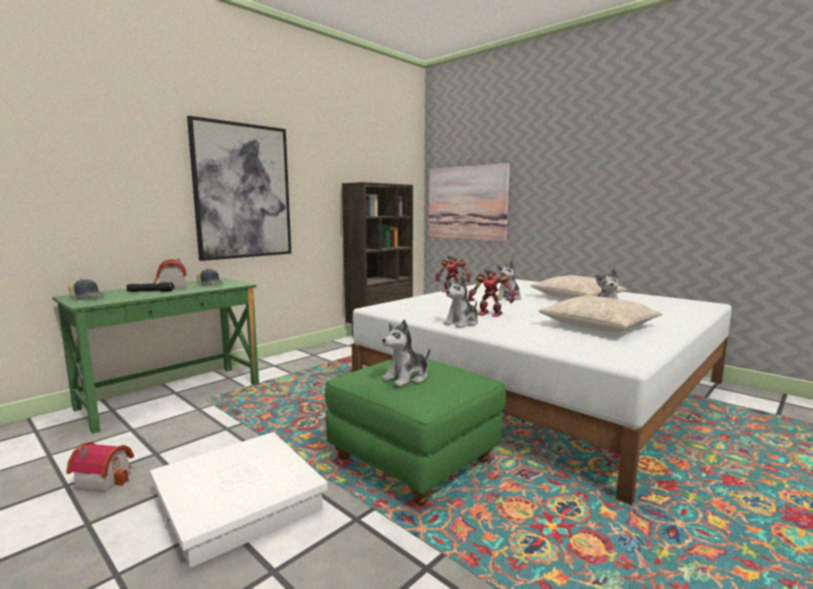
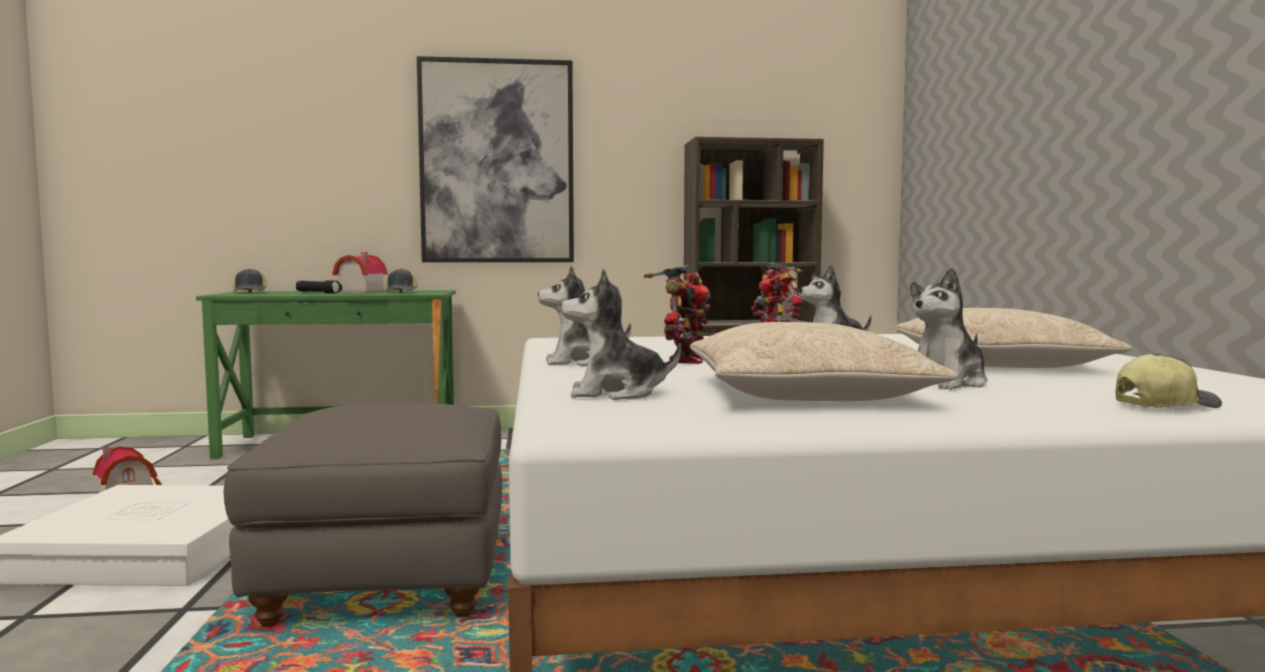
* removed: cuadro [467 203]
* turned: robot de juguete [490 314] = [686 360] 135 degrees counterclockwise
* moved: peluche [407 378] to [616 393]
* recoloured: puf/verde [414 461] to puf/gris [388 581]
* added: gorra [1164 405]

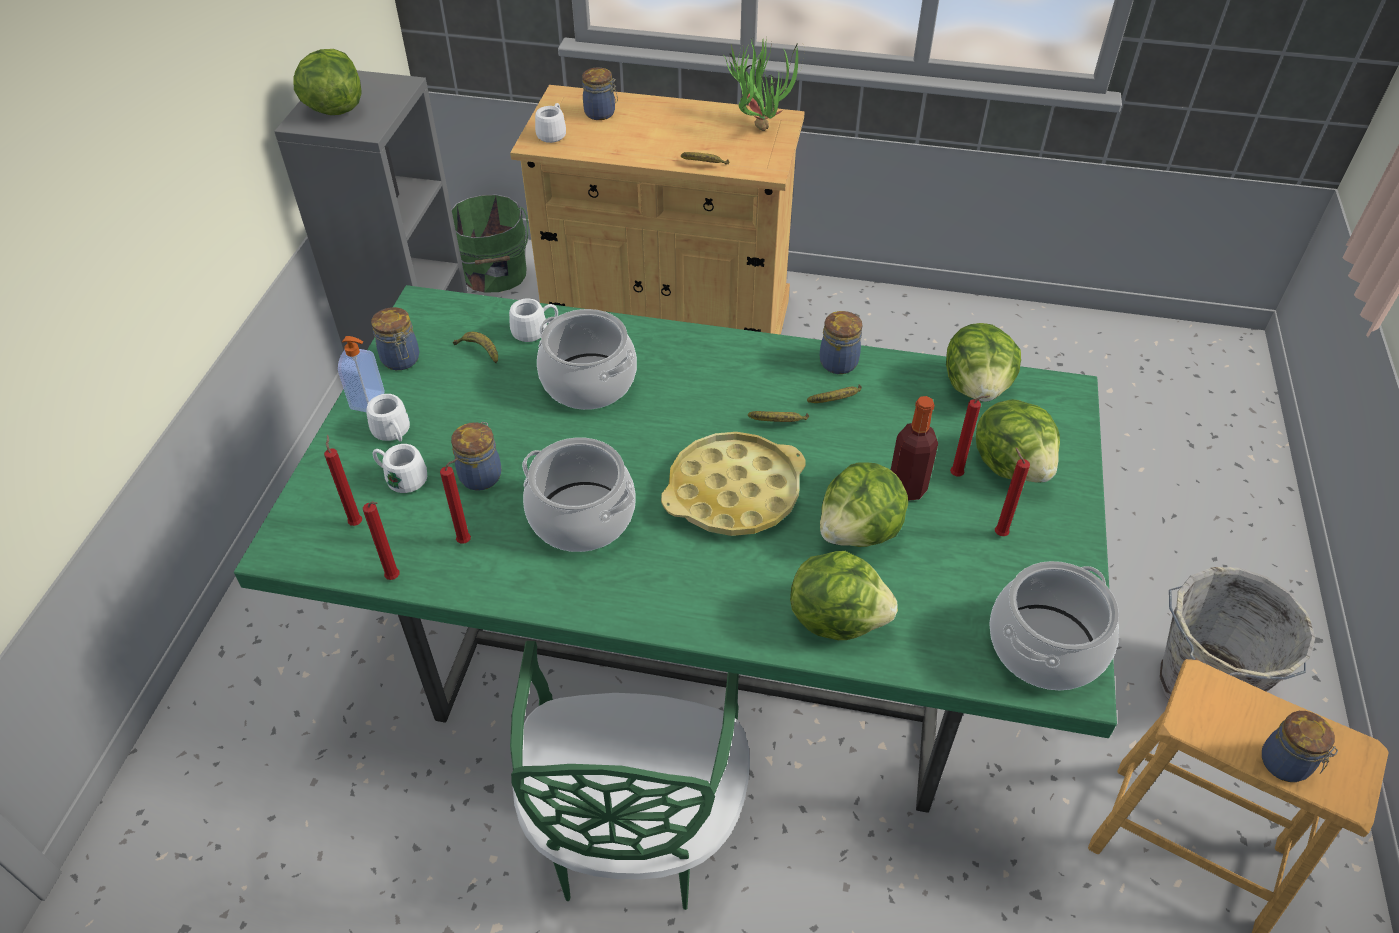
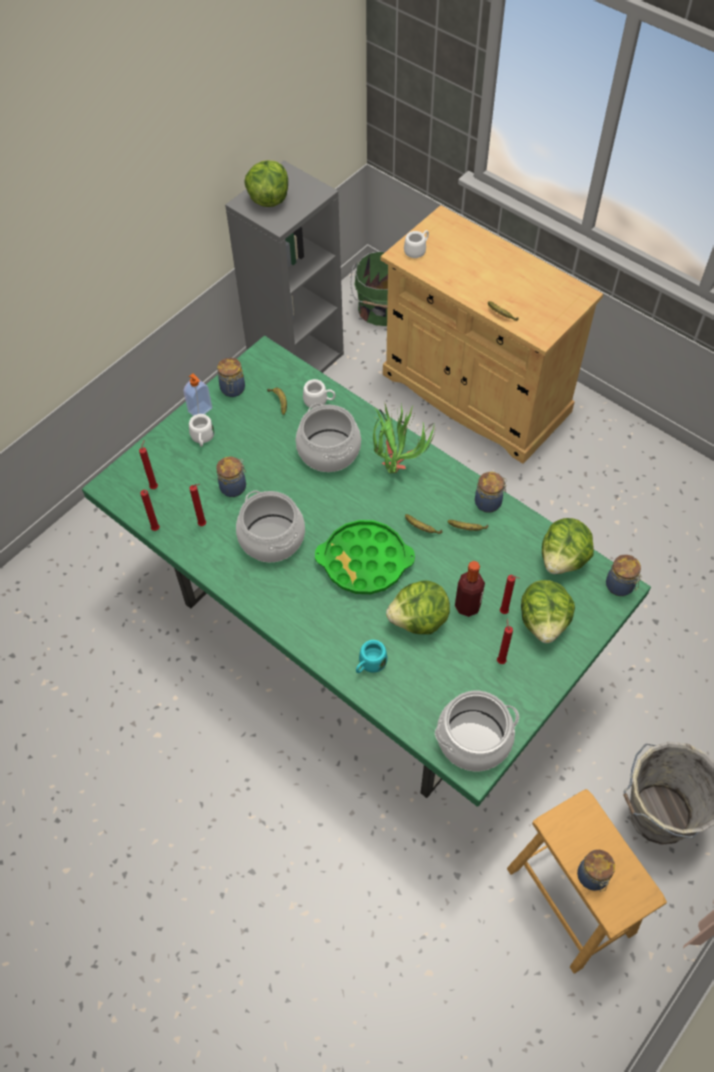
* moved: planta en maceta [760 123] to [397 463]
* moved: tarro [601 113] to [620 586]
* recoloured: bandeja/amarillo [734 492] to bandeja/verde [365 562]
* removed: taza grande/blanco [401 478]
* replaced: lechuga [836 617] to taza grande/turquesa [369 664]
* removed: silla/verde [633 830]

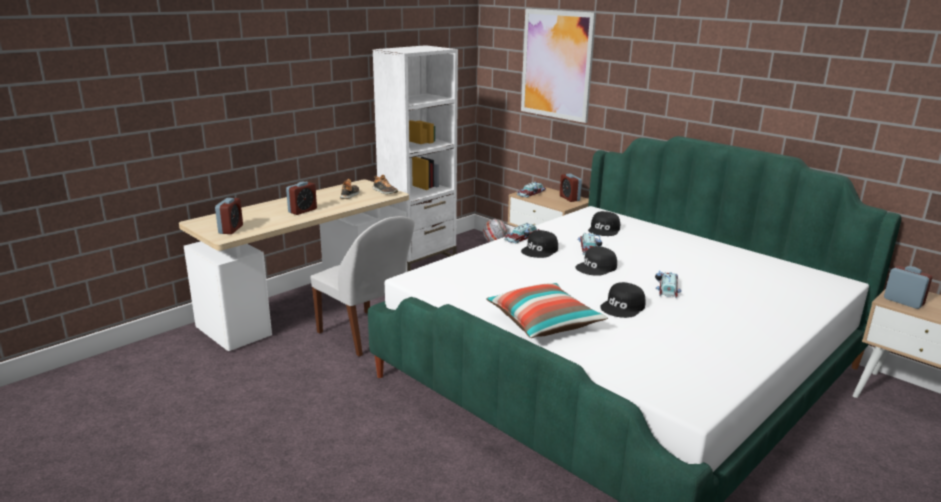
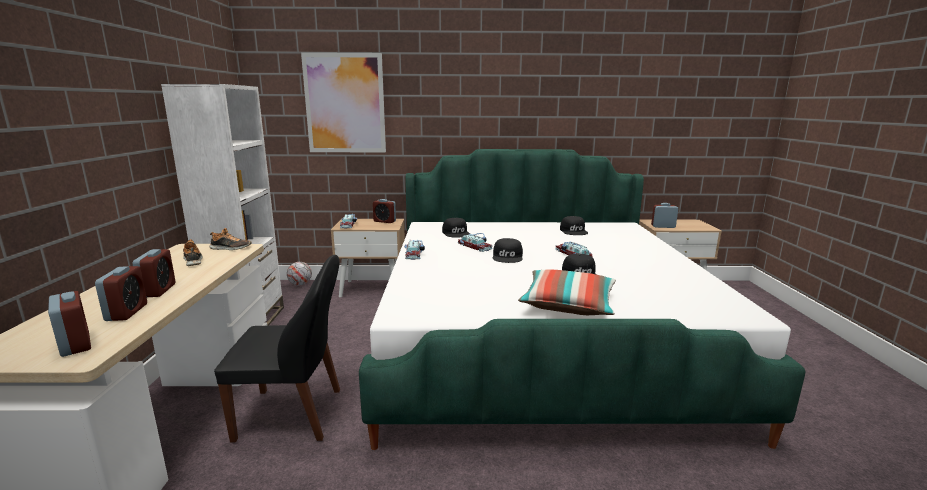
* recoloured: silla/blanco [365 334] to silla/negro [293 414]
* moved: gorra/negro [540 250] to [574 231]
* added: despertador [127 312]

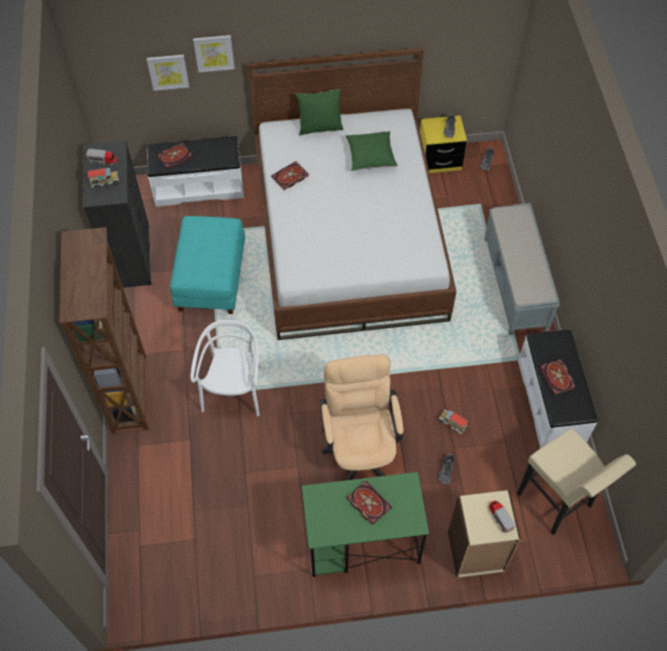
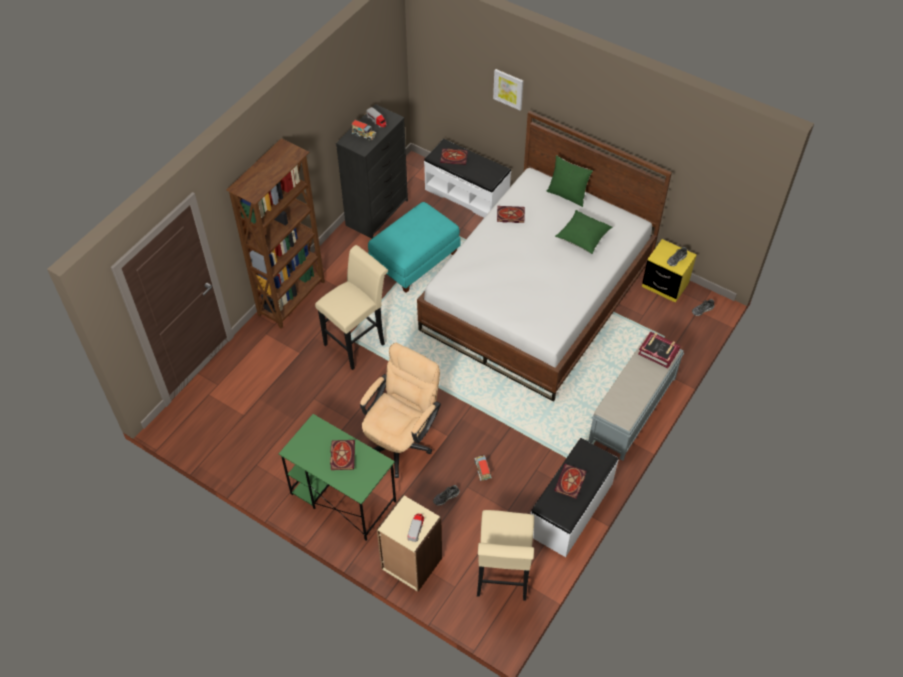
* removed: cuadro [168 71]
* replaced: silla/blanco [233 390] to taburete/beis [358 342]
* added: libro [658 352]

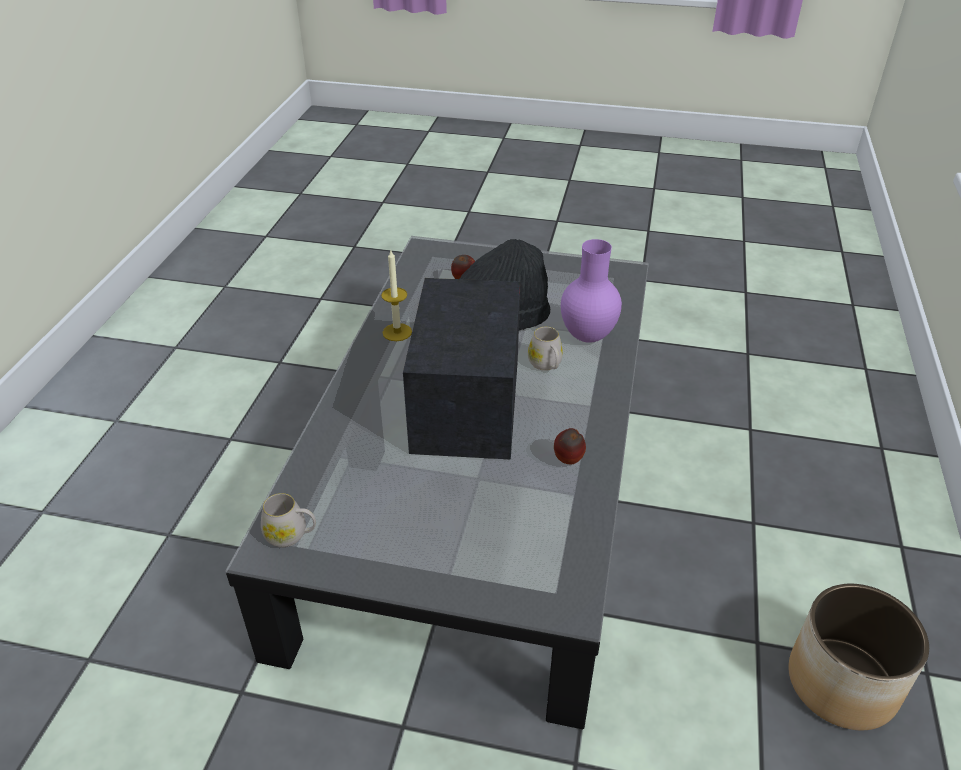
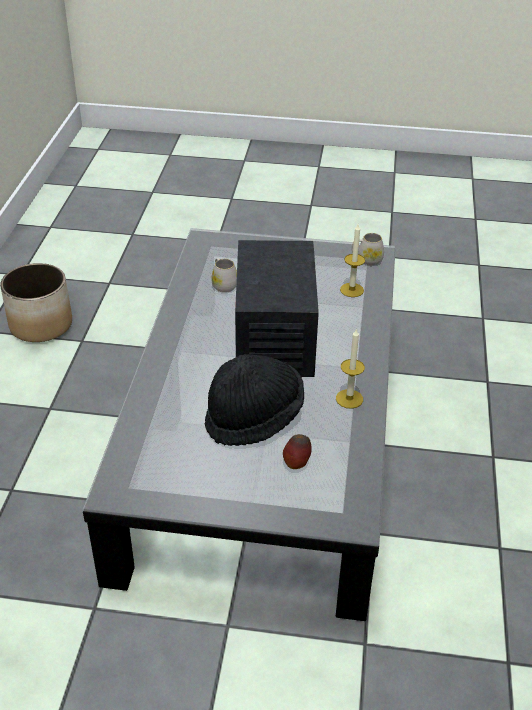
* removed: florero/morado [589 336]
* moved: taza grande/blanco [546 365] to [223 284]
* removed: manzana [568 461]
* added: vela [352 290]

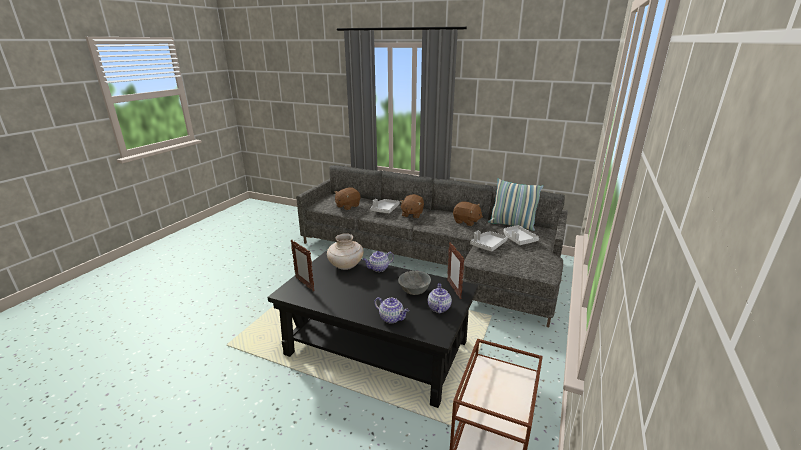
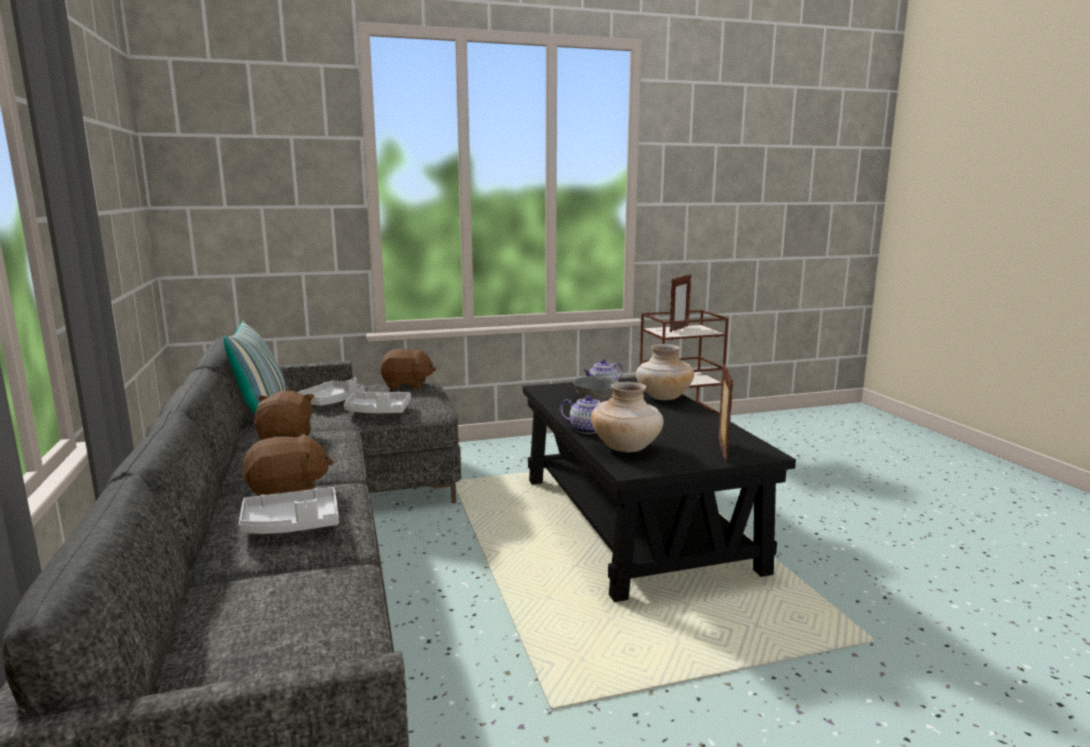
* moved: peluche/marrón [347 206] to [407 385]
* moved: portarretratos [454 289] to [678 329]
* replaced: tetera [392 318] to florero/beis [663 397]

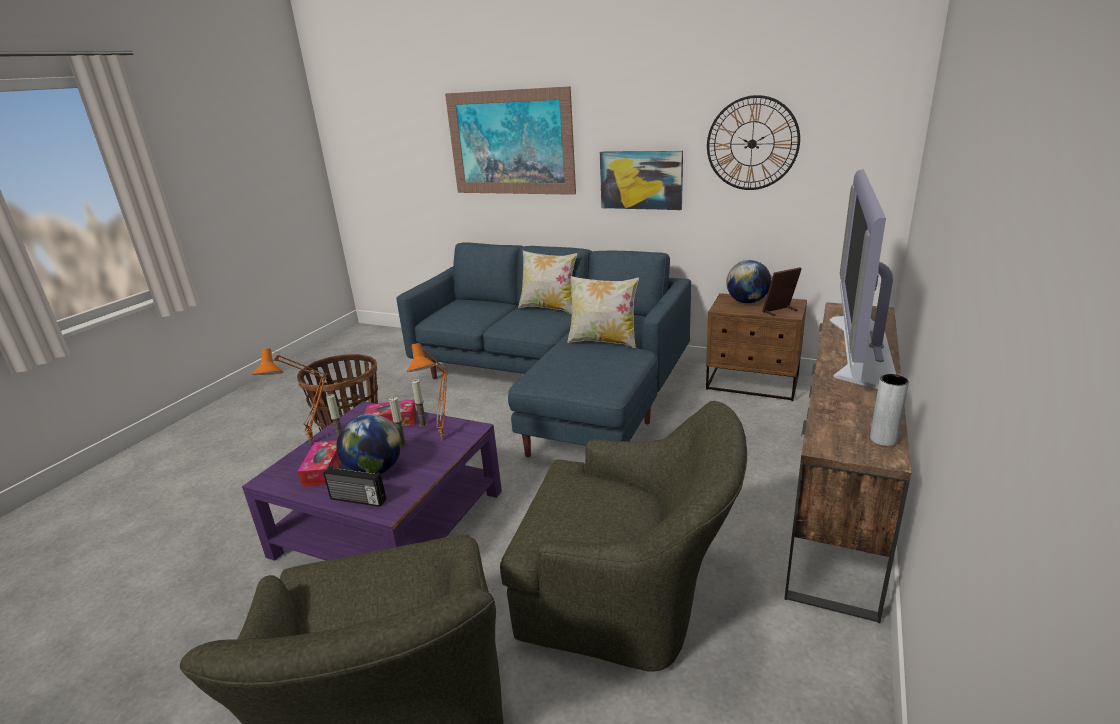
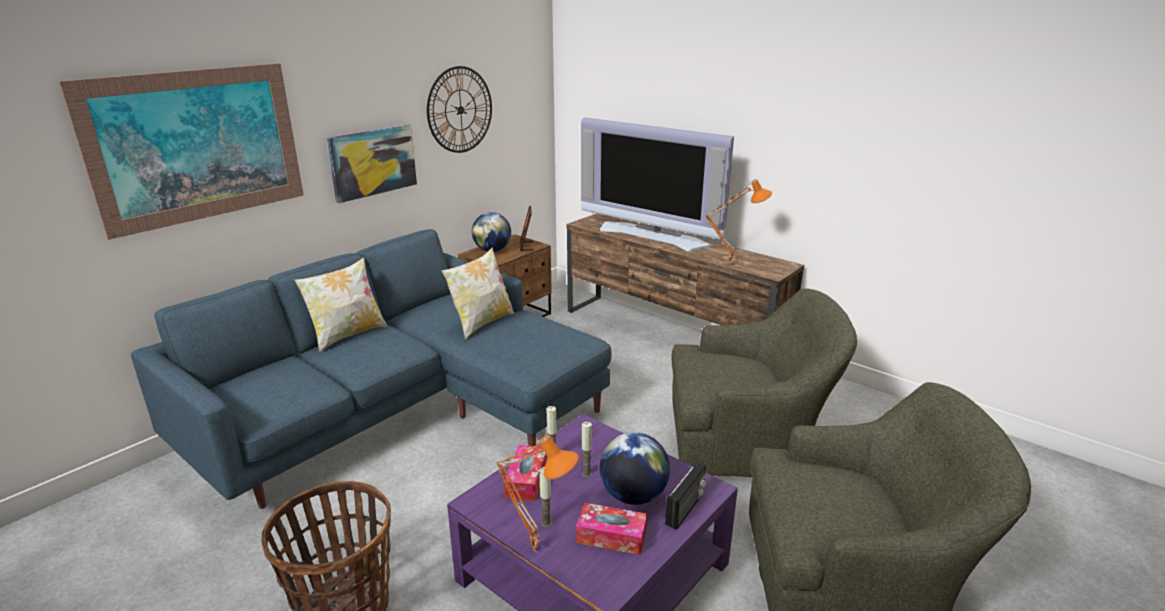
* moved: lámpara de mesa/naranja [444 439] to [732 264]
* removed: florero/gris [883 439]
* turned: sillón/verde [629 596] = [748 440] 60 degrees clockwise

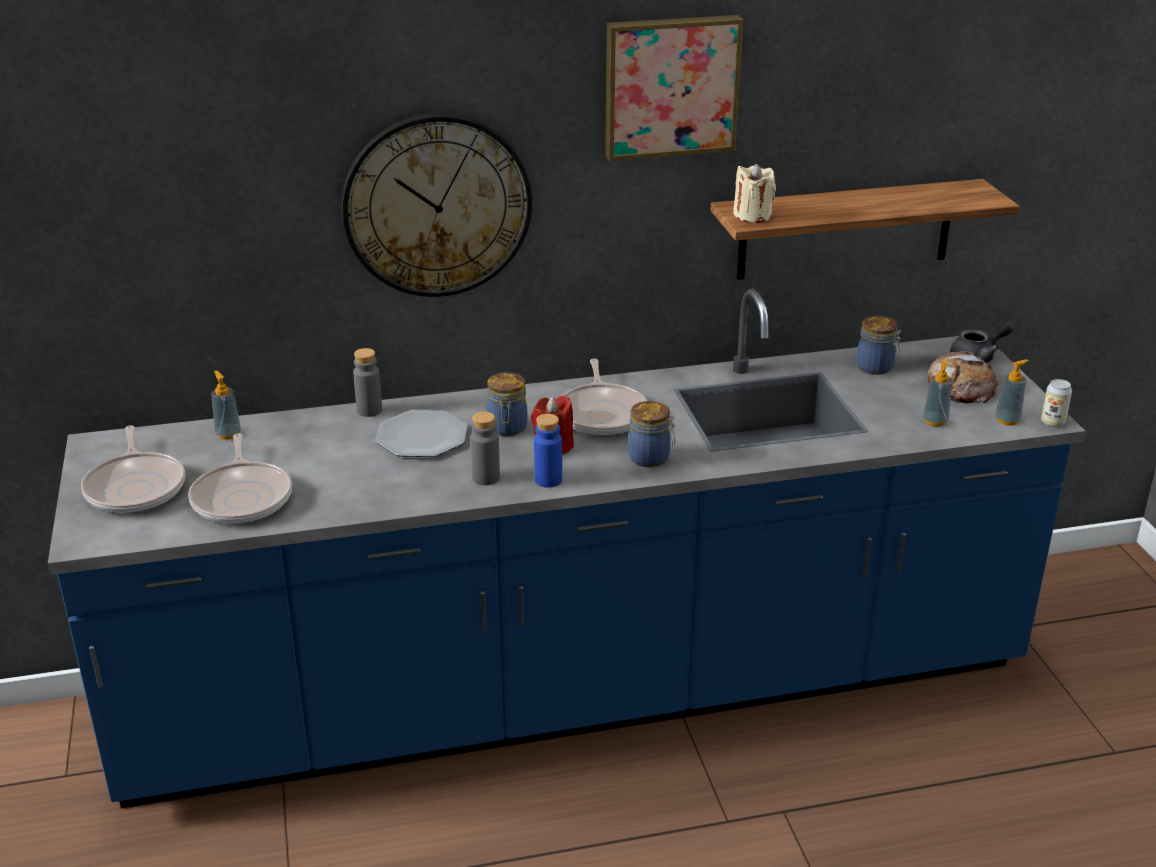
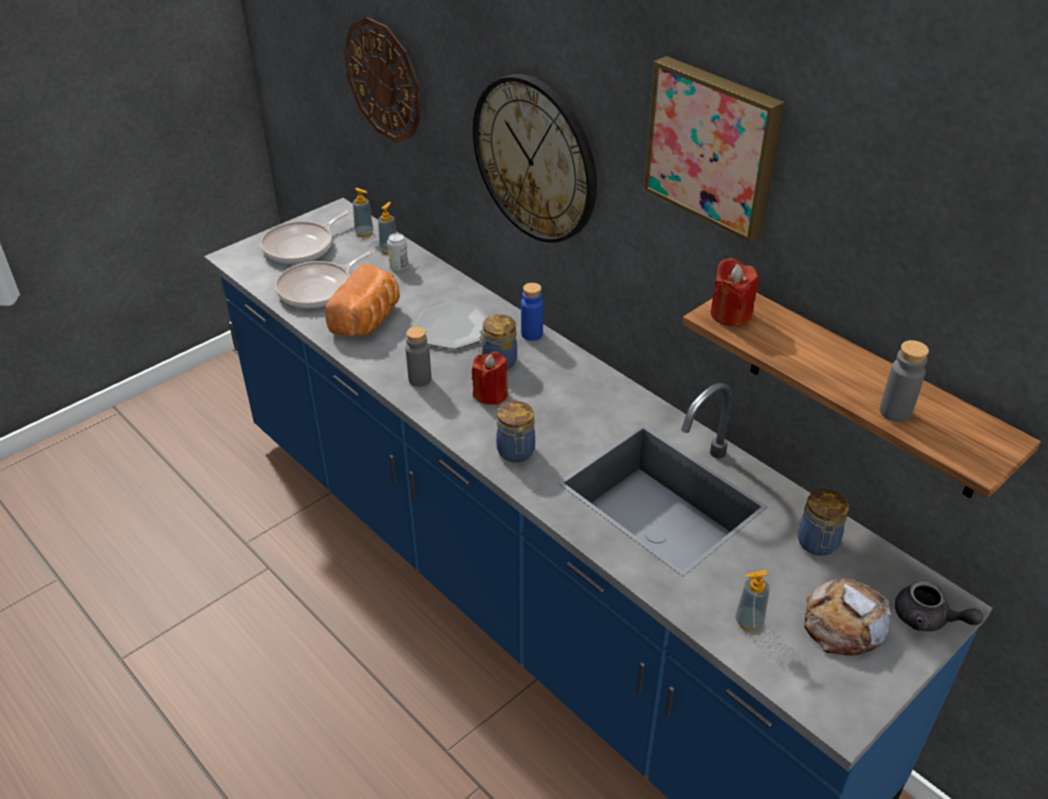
* recoloured: vela/beis [752 216] to vela/rojo [730 314]
* moved: botella/gris [369 410] to [895 412]
* removed: sartén [602 414]
* moved: dispensador de jabón [1007 420] to [364 233]
* moved: lata [1052 422] to [399 266]
* moved: botella/azul [548 480] to [532 334]
* added: reloj de pared [384 80]
* added: pan [368 320]

